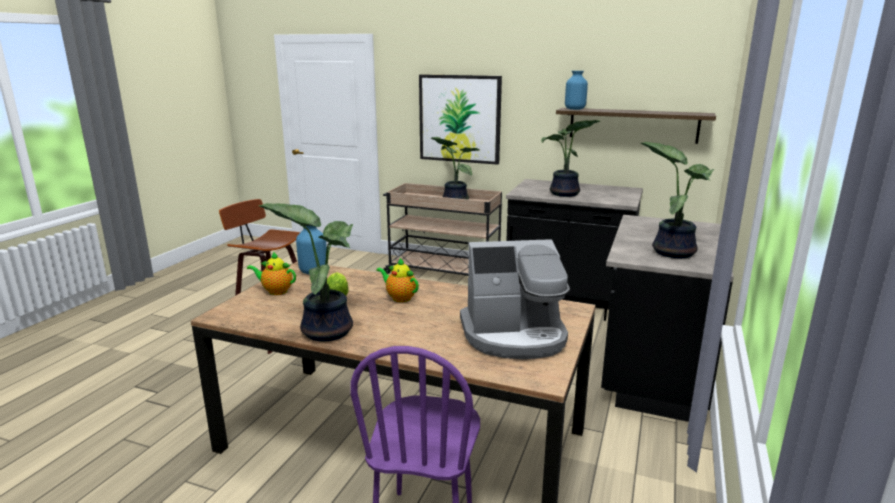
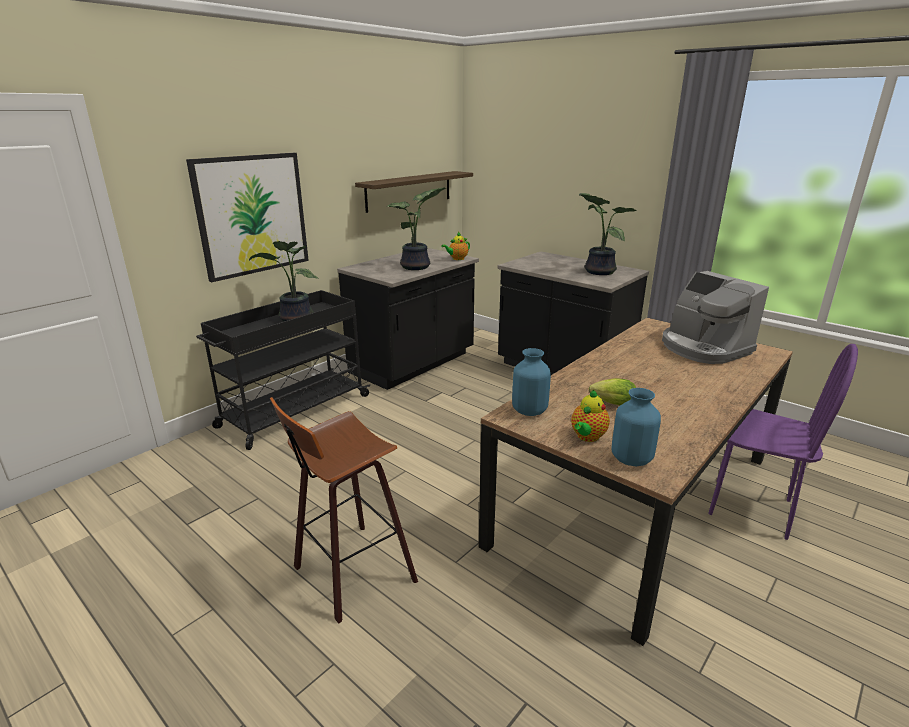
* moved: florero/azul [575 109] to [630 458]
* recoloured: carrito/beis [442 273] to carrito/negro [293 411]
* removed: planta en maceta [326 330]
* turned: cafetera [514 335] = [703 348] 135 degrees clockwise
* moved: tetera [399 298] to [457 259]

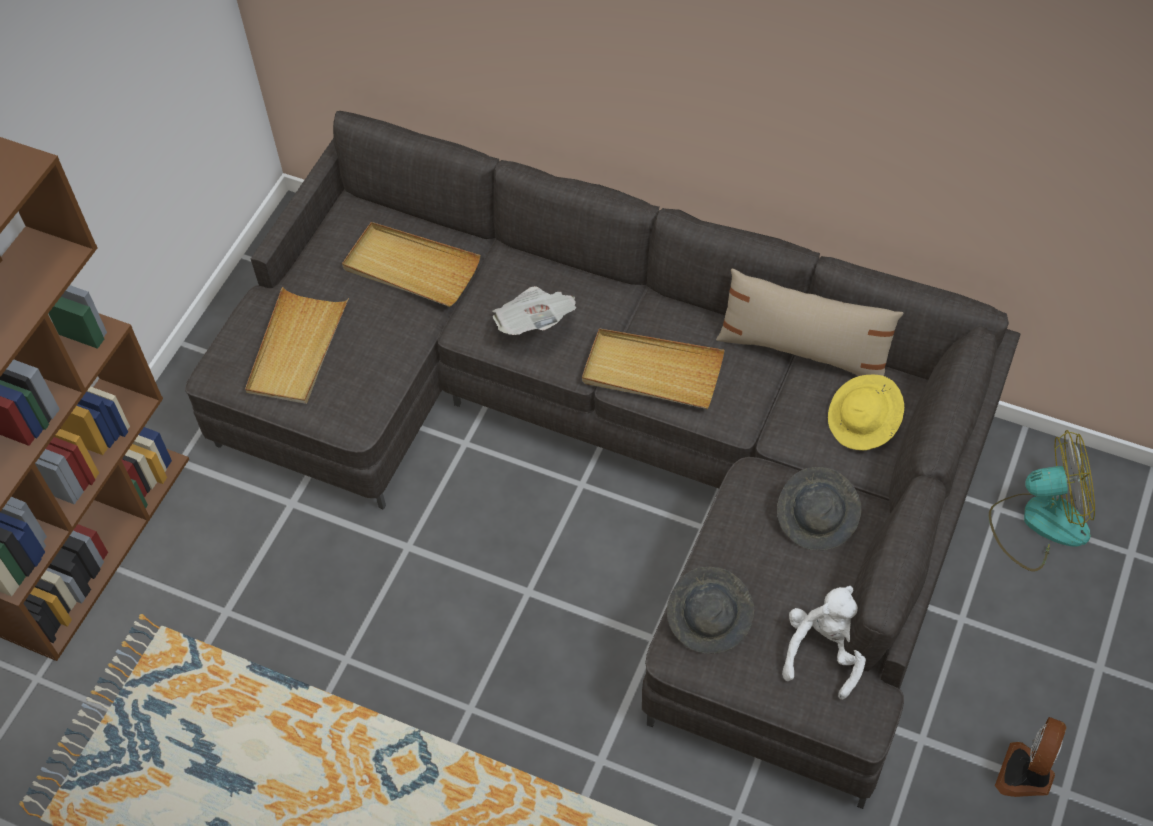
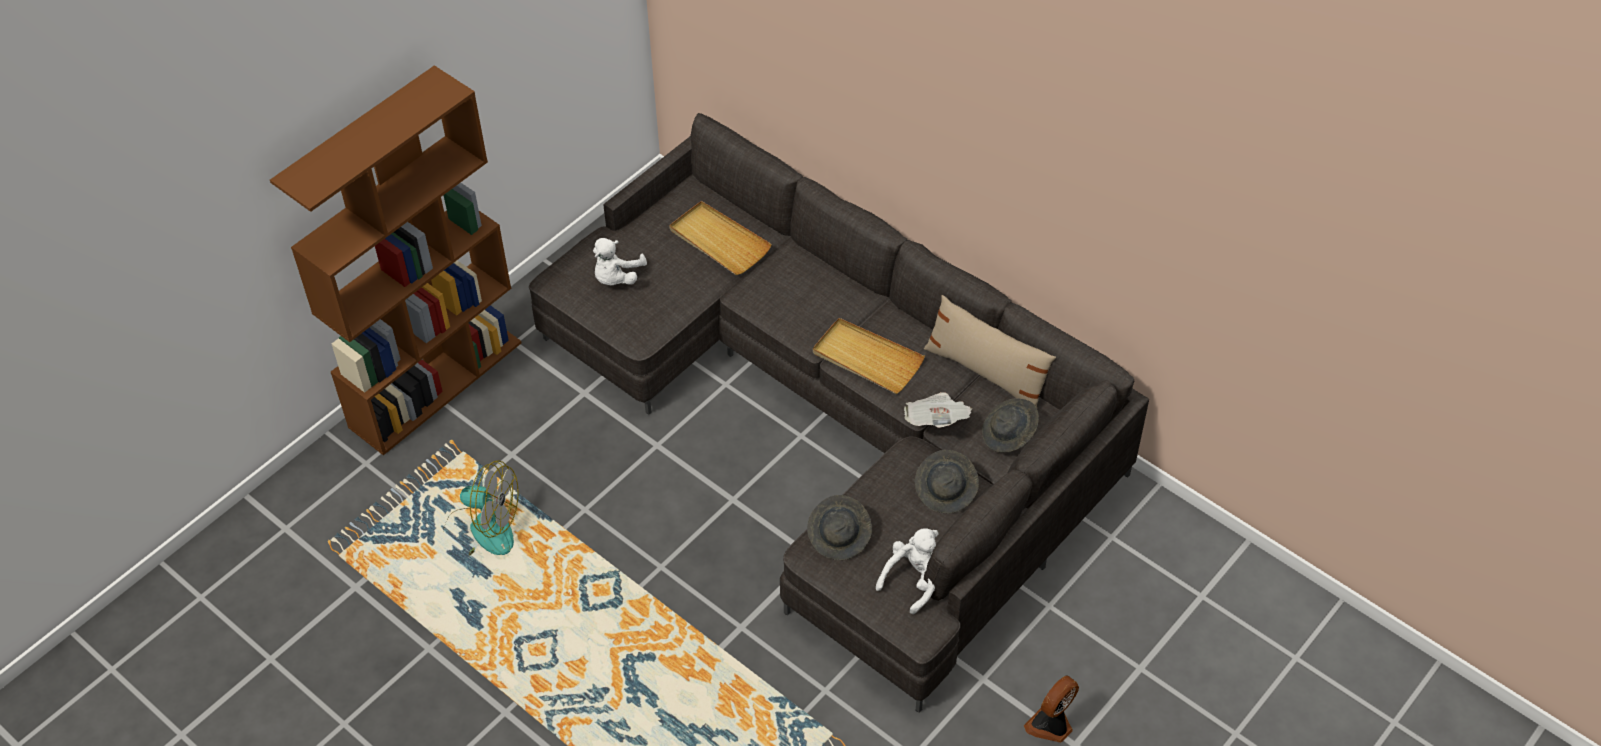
* moved: periódico [534 323] to [936 421]
* replaced: bandeja/beis [297 349] to peluche/blanco [616 277]
* recoloured: sombrero/amarillo [863 423] to sombrero/gris [1009 435]
* moved: ventilador [1039 522] to [481 531]

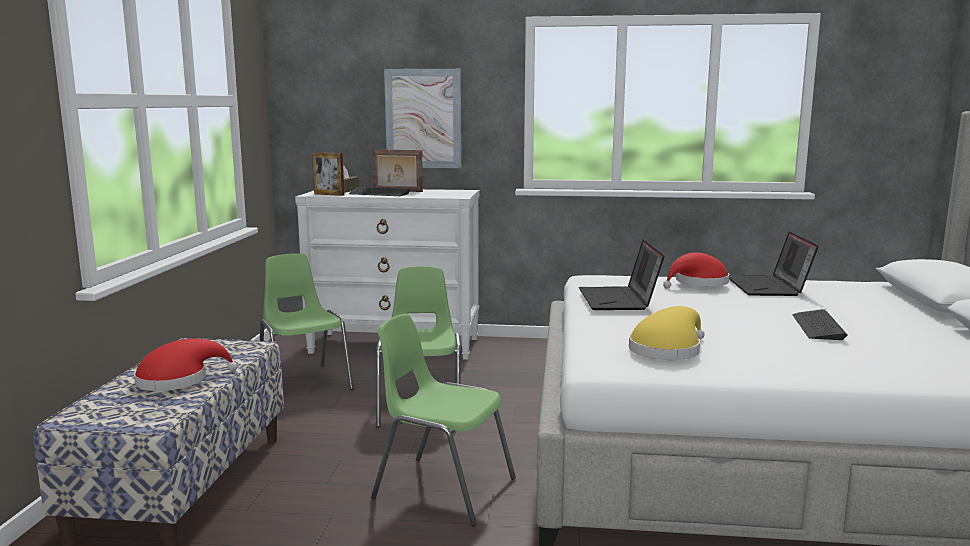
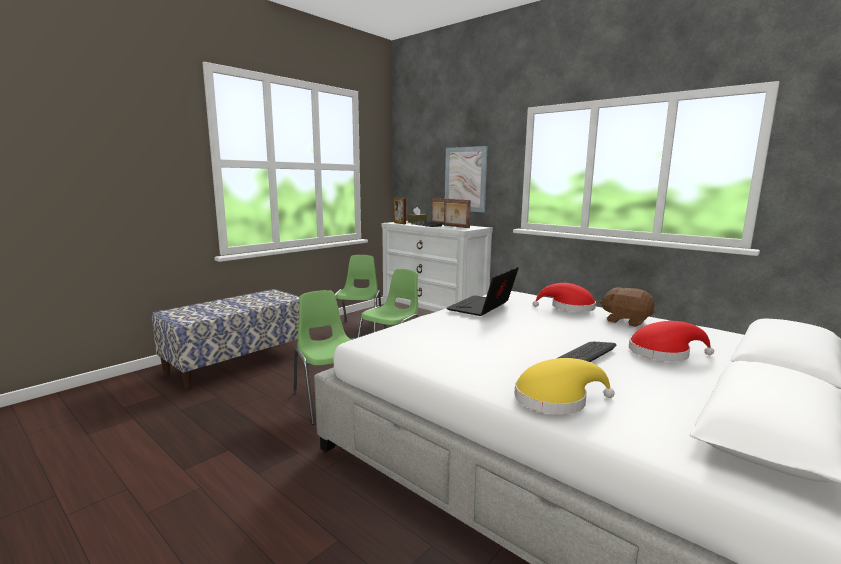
* replaced: portátil [769 287] to peluche/marrón [626 321]
* moved: sombrero/amarillo [667 350] to [555 399]
* moved: sombrero/rojo [178 380] to [663 353]
* added: portarretratos [456 226]

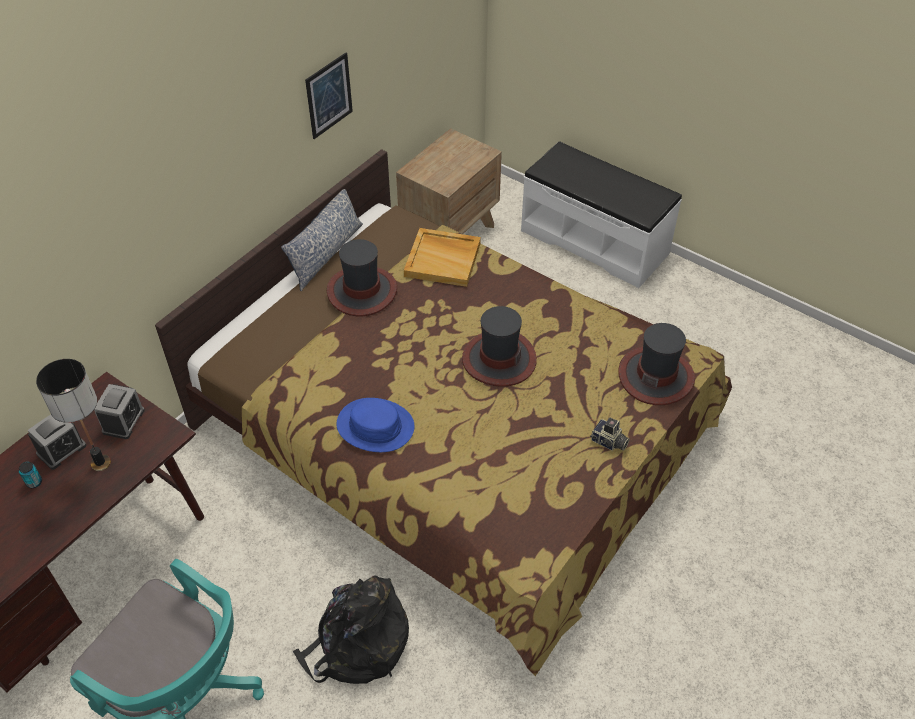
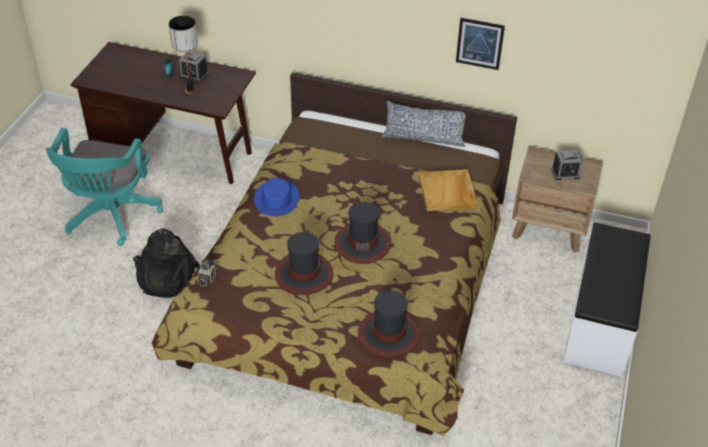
* moved: sombrero [362 291] to [303 274]
* moved: despertador [123 421] to [565 173]
* moved: cámara [609 442] to [206 278]

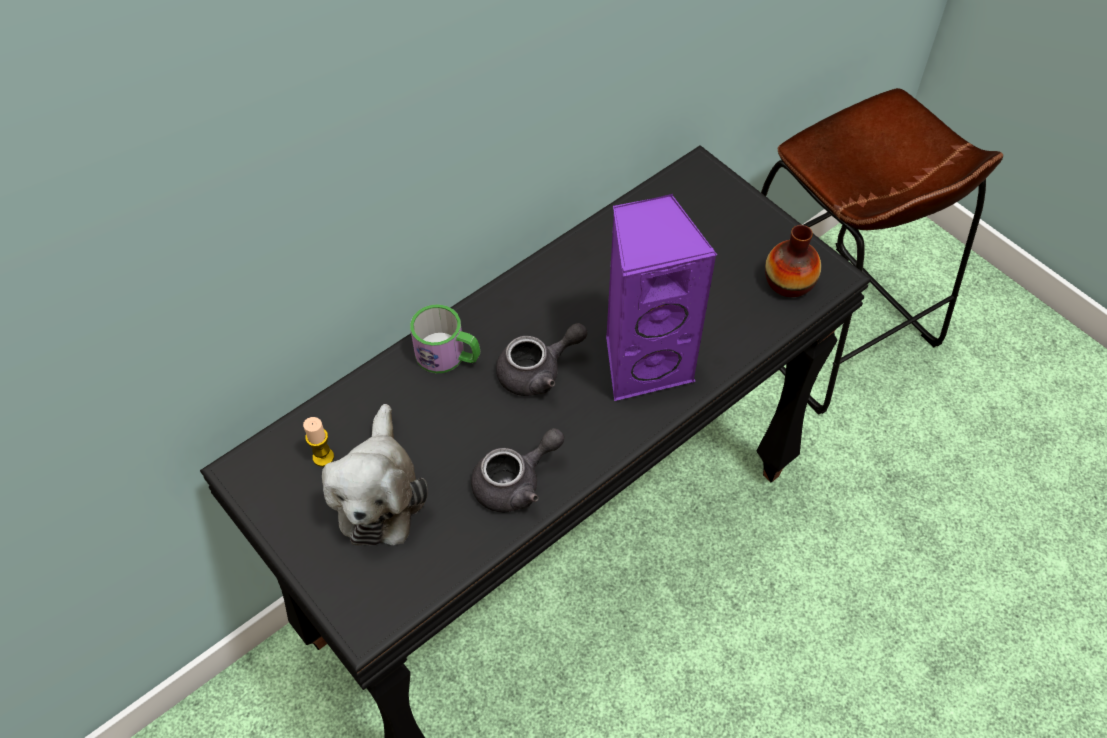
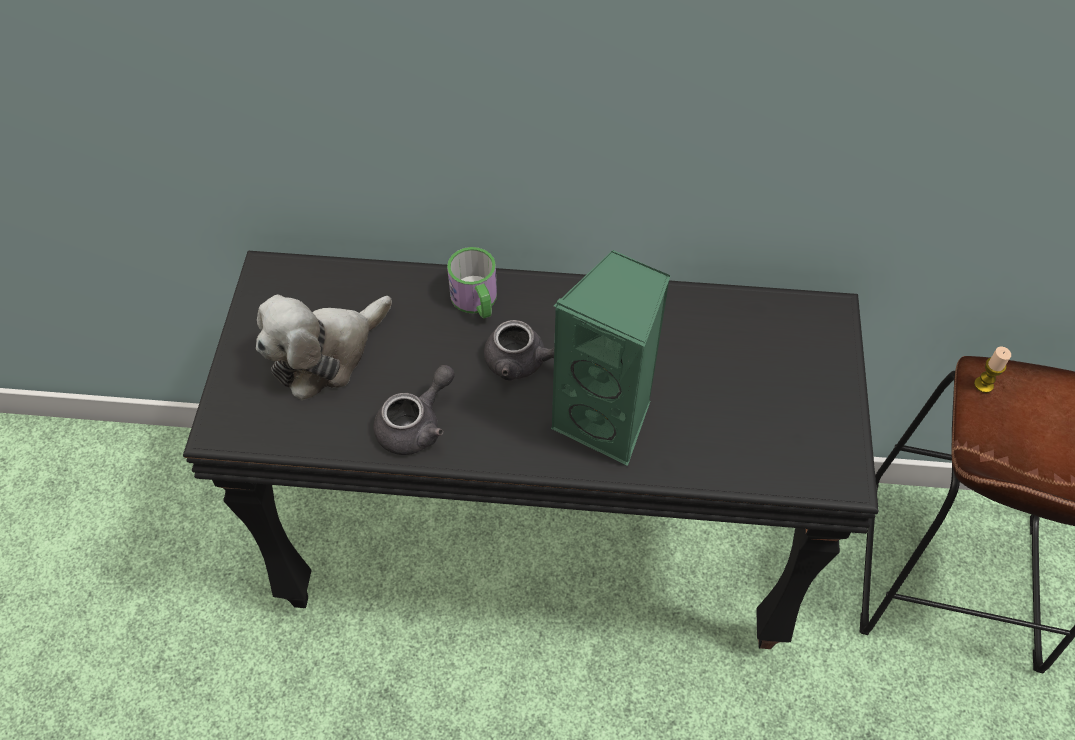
* recoloured: altavoz/morado [644 362] to altavoz/verde [607 420]
* removed: florero [789 282]
* moved: vela [323 457] to [983 385]
* turned: tetera/gris [516 482] = [416 425] 60 degrees counterclockwise

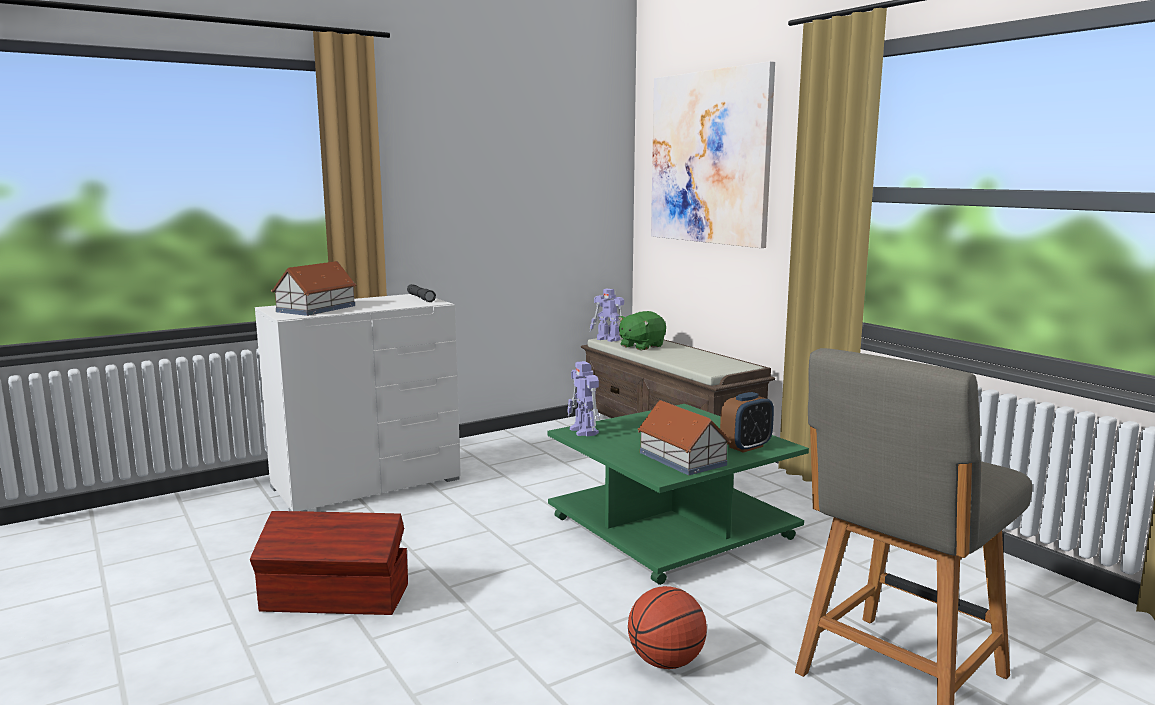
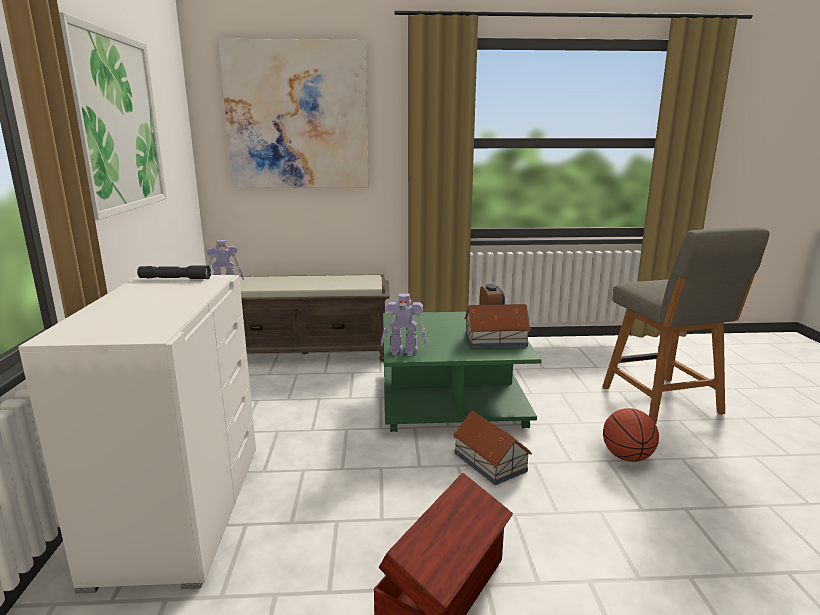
* moved: casita [317 308] to [490 461]
* removed: peluche/verde [641 346]
* added: cuadro [115 123]

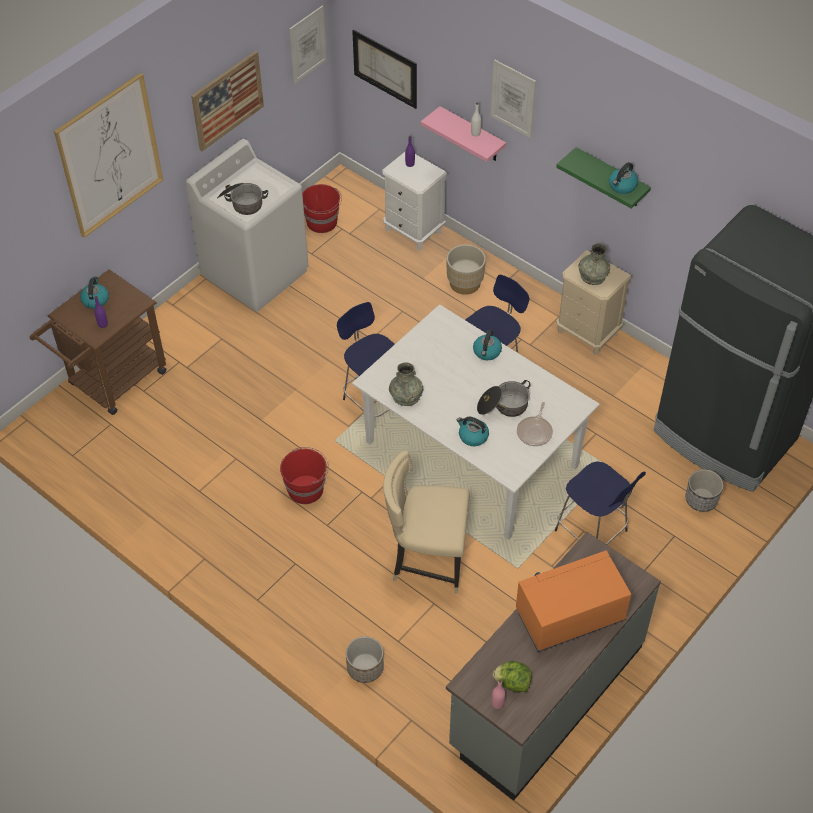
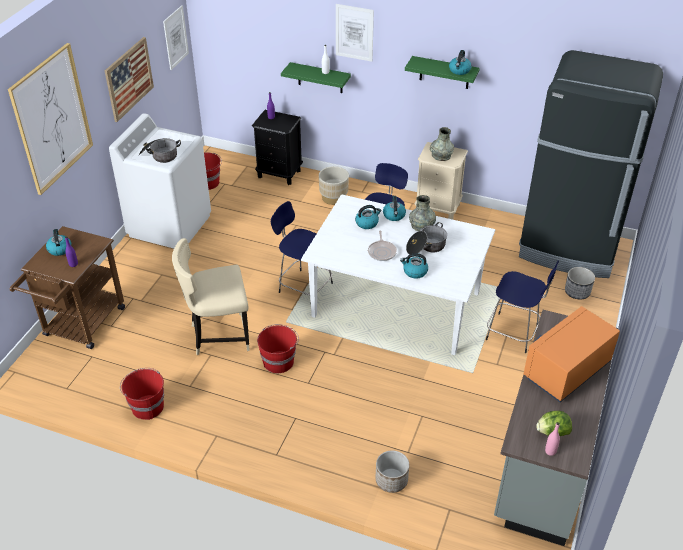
* removed: cuadro [385 68]
* recoloured: estante/rosa [472 135] to estante/verde [320 78]
* recoloured: mesita de noche/blanco [413 230] to mesita de noche/negro [279 174]
* moved: florero/gris [406 396] to [422 226]
* moved: sartén [535 432] to [382 252]
* moved: silla/beis [426 560] to [218 335]
* added: hervidor [367 223]
* added: cubo/rojo [147 406]

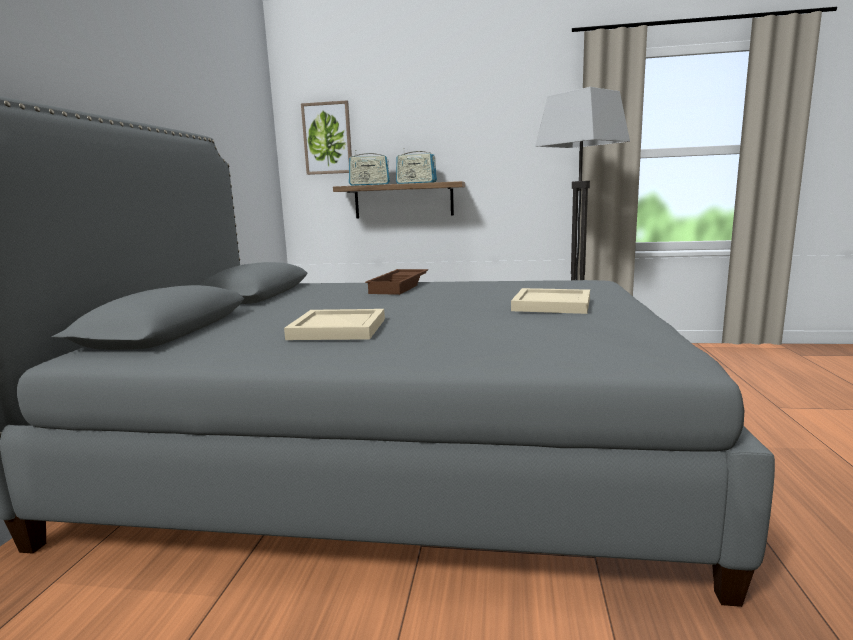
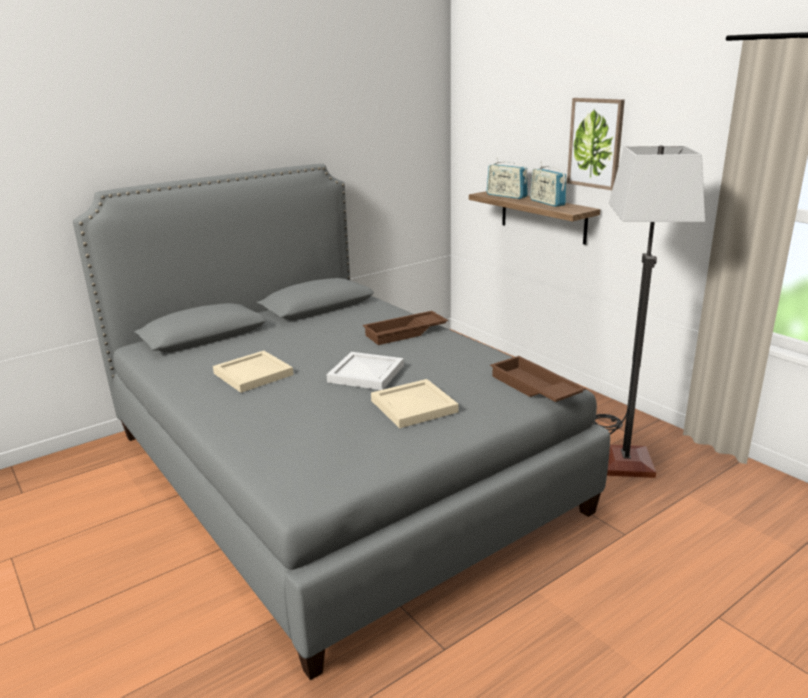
* moved: cuadro [327 138] to [595 143]
* added: bandeja/blanco [366 374]
* added: bandeja/marrón [533 388]

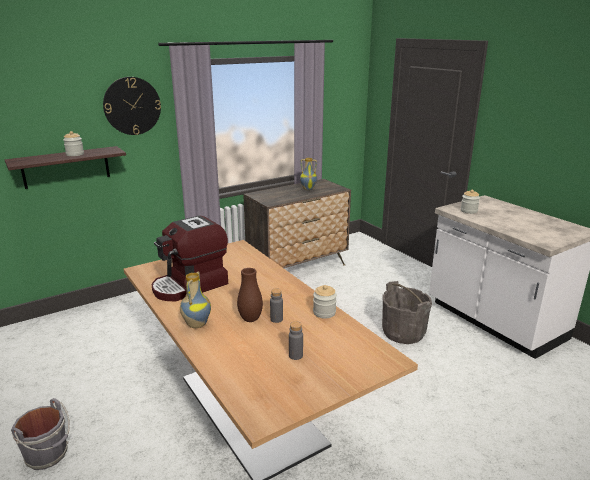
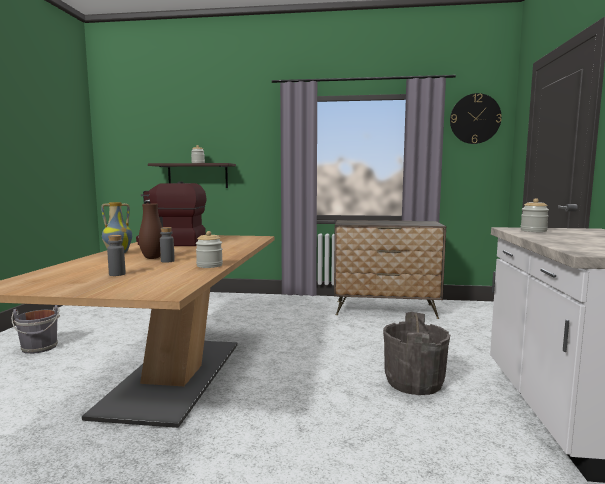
* moved: reloj de pared [132 106] to [475 119]
* removed: florero [308 189]

